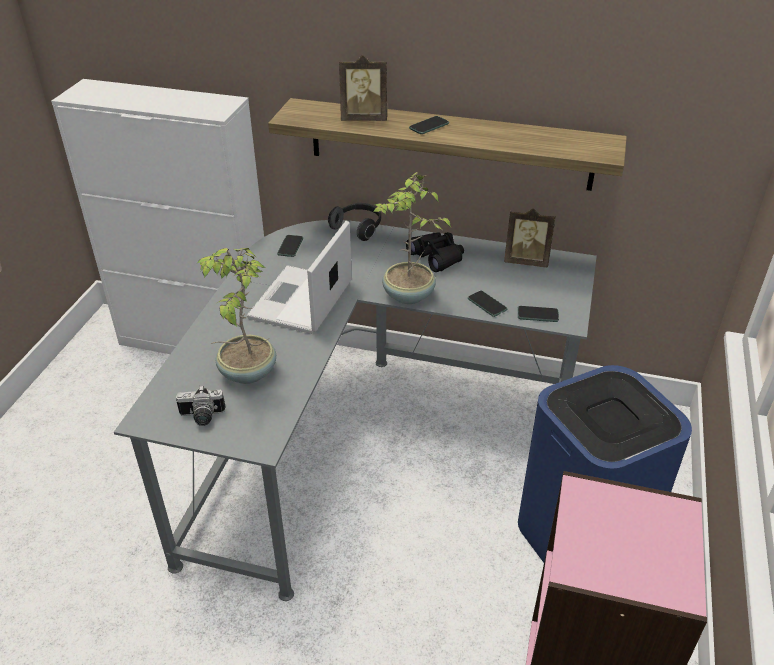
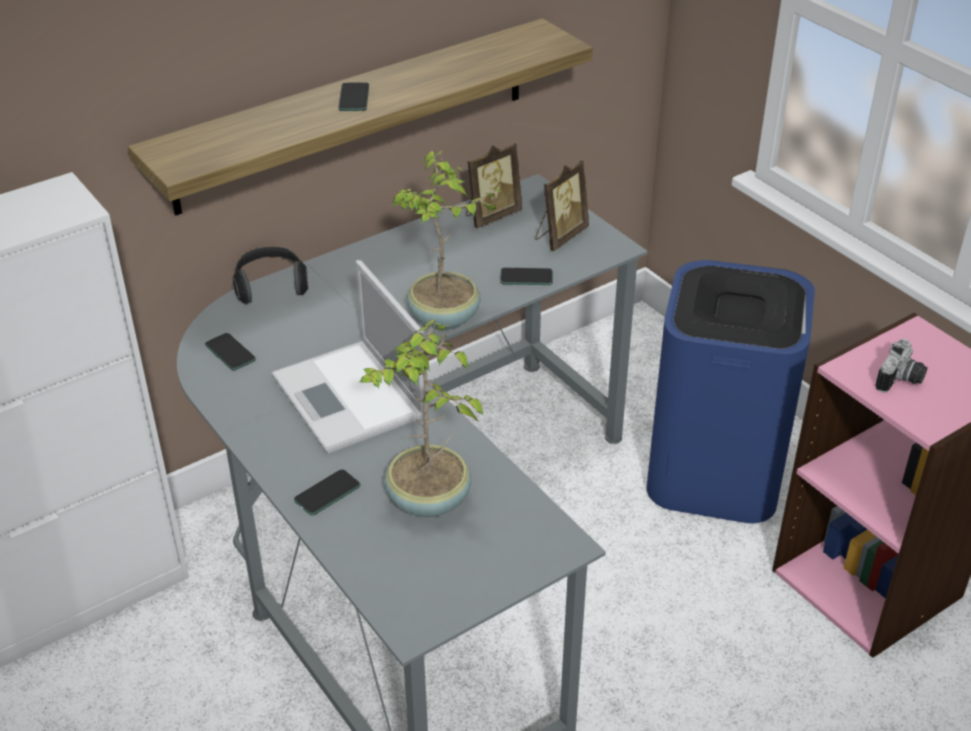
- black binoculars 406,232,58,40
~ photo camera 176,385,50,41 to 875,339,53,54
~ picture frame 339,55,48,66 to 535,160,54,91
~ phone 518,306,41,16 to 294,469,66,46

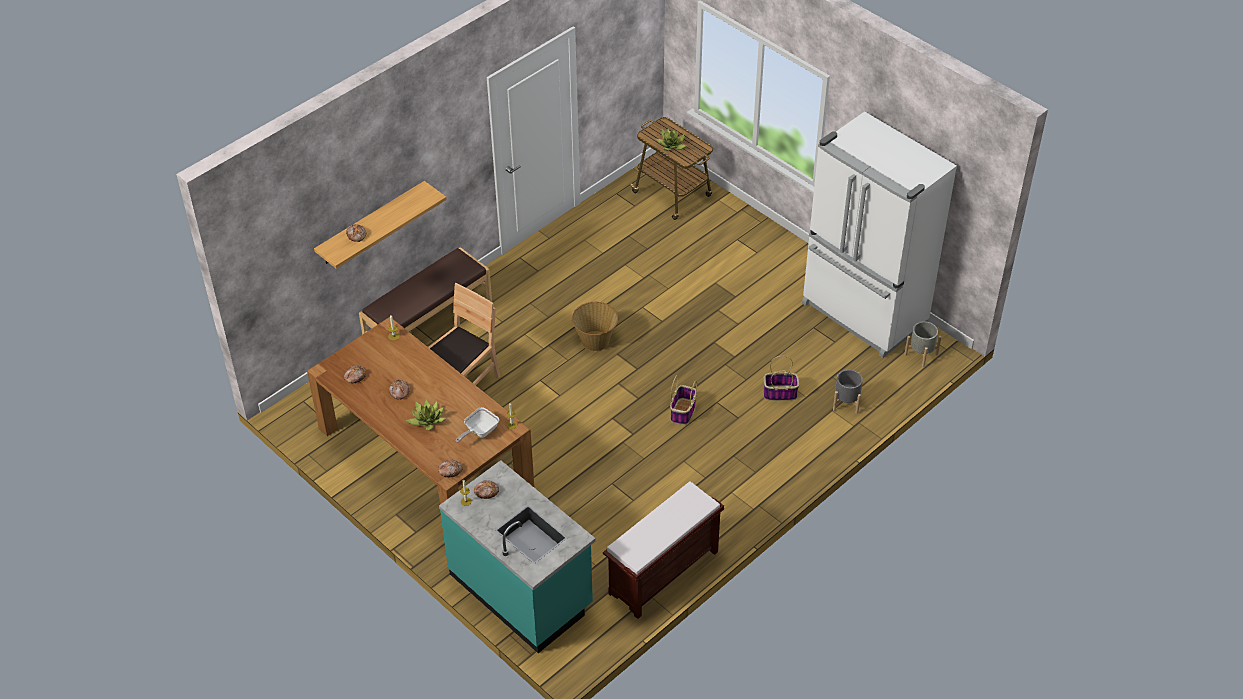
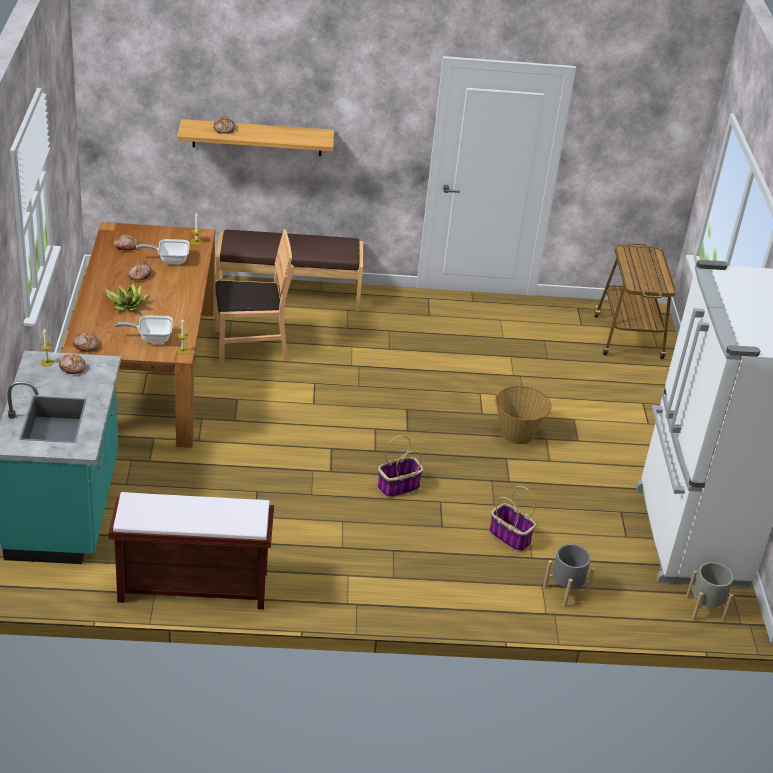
- potted plant 656,129,31,22
+ frying pan 136,239,54,26
~ basket 572,302,46,49 to 495,386,57,58

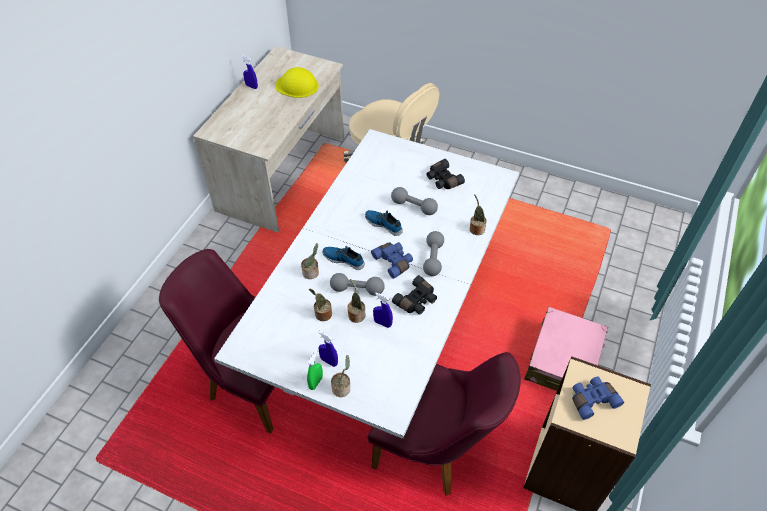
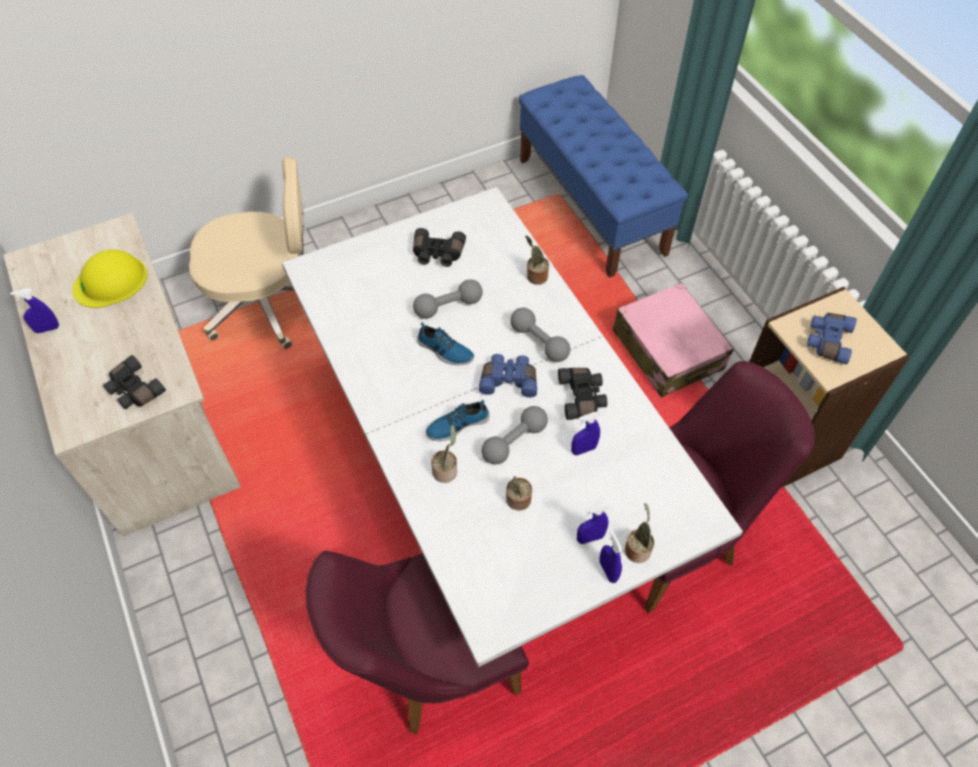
- potted plant 347,279,19,44
+ black binoculars 103,355,63,54
+ blue bench 518,75,170,203
~ green spray bottle 307,350,16,40 to blue spray bottle 599,530,24,53
~ shoe 365,210,38,26 = 417,322,57,43 135 degrees counterclockwise

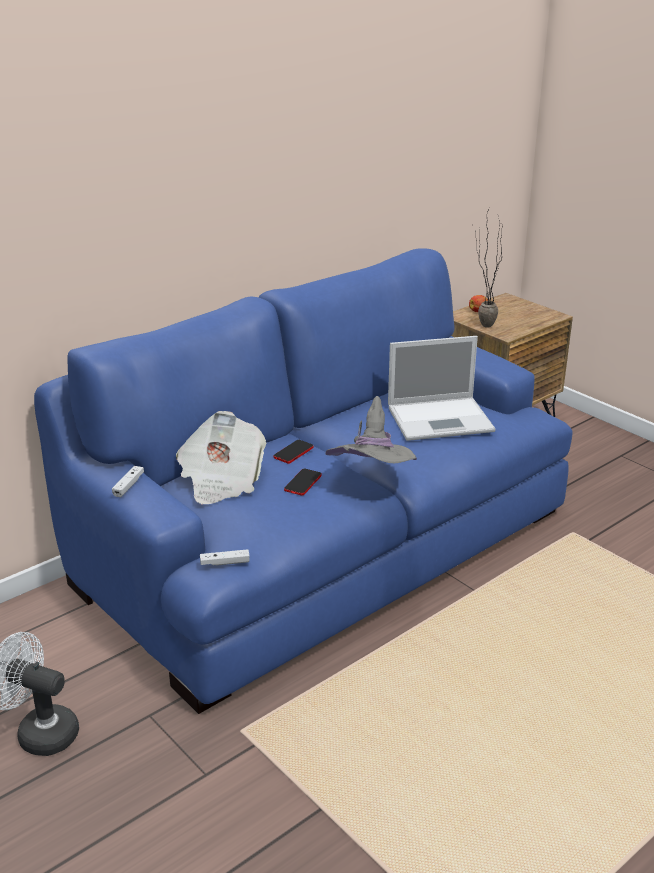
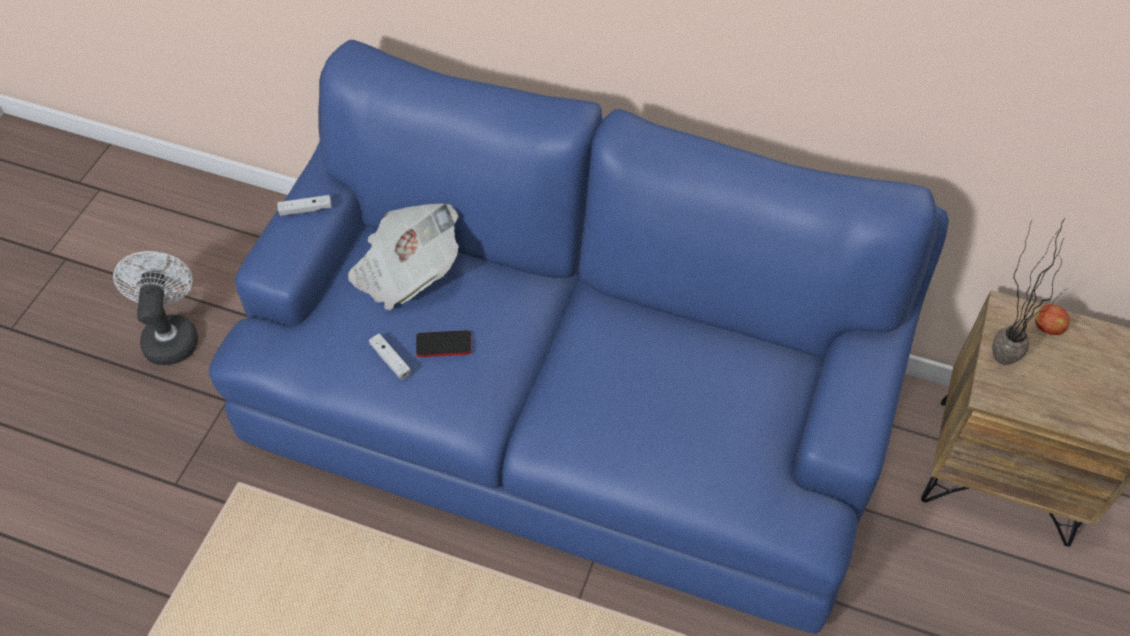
- phone 274,440,40,24
- grey hat 326,396,91,67
- laptop 388,336,108,105
~ white game controller 200,549,50,17 to 369,333,42,47

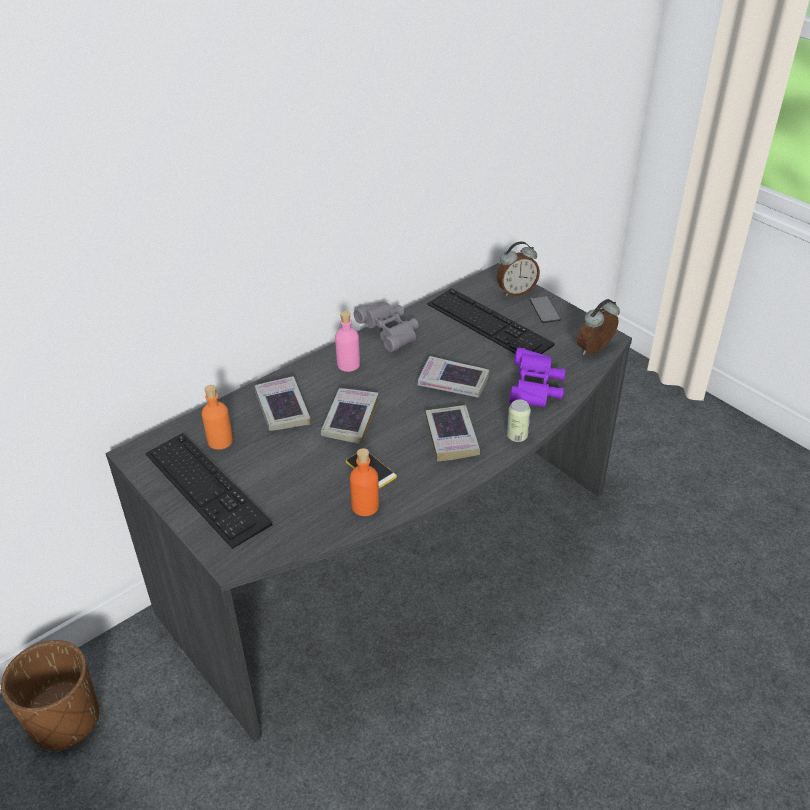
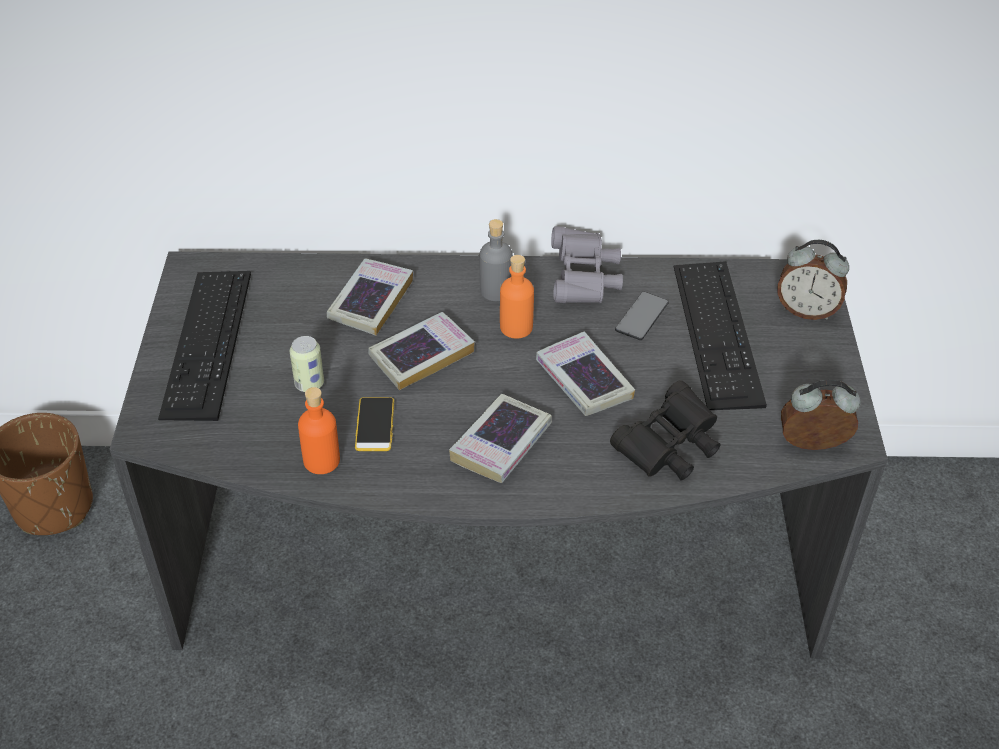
~ orange bottle 202,385,31,65 to 500,255,34,84
~ can 507,400,24,42 to 290,336,34,56
~ phone 530,296,31,27 to 615,292,54,48
~ pink bottle 335,311,25,61 to grey bottle 480,219,33,82
~ purple binoculars 509,348,57,59 to black binoculars 610,380,111,101

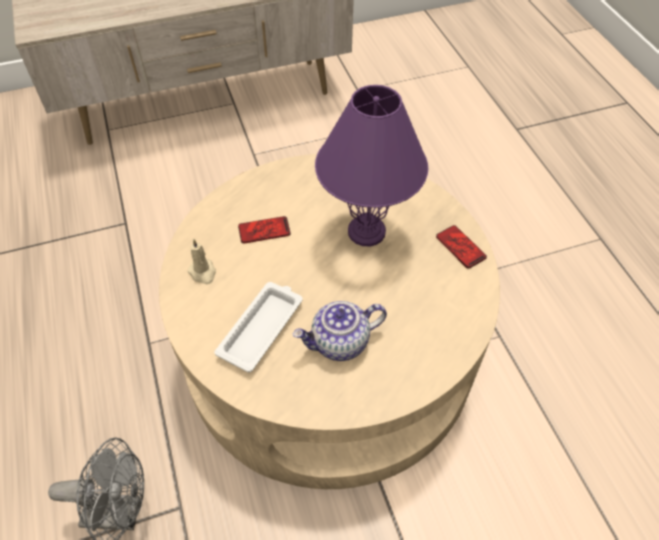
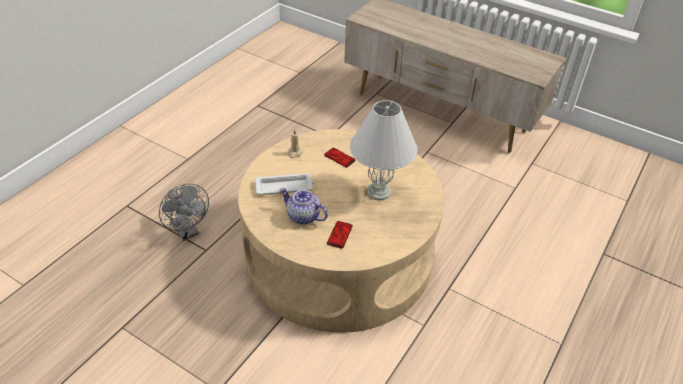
~ phone 436,225,51,44 to 327,221,26,28
~ purple table lamp 315,85,113,161 to white table lamp 350,100,67,101

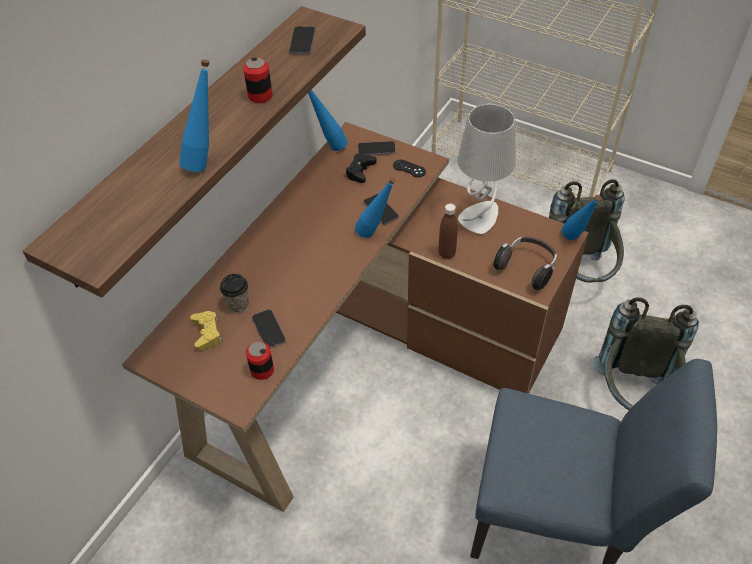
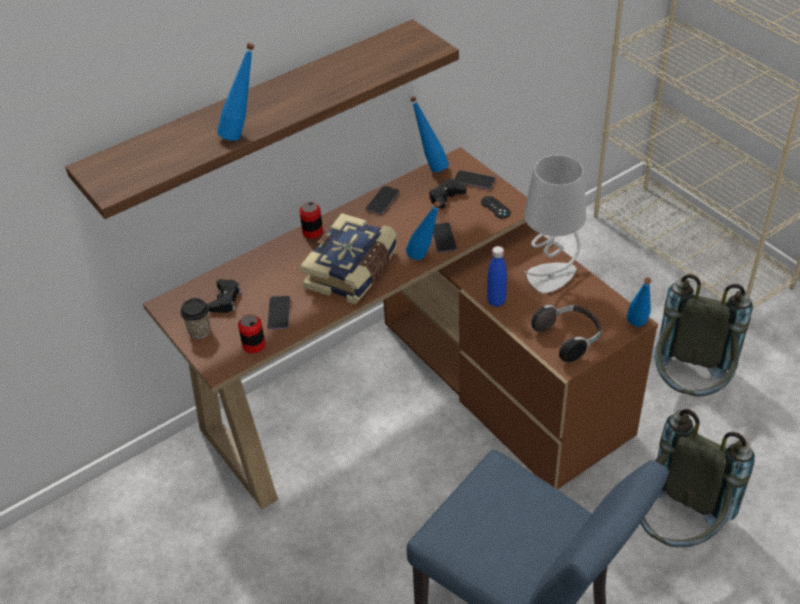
+ book 300,213,97,92
~ cup 220,274,29,39 to 180,298,30,41
~ can 243,57,30,46 to 299,202,24,37
~ phone 289,26,26,28 to 366,186,34,28
~ yellow game controller 190,311,32,40 to black game controller 208,279,33,34
~ brown bottle 438,203,20,56 to blue bottle 487,246,20,61

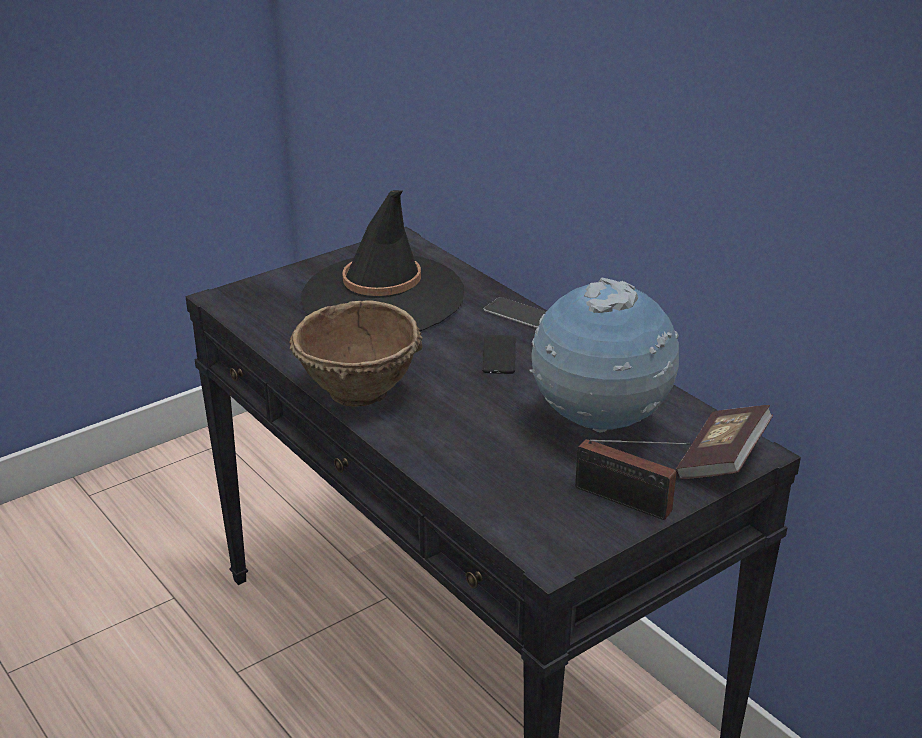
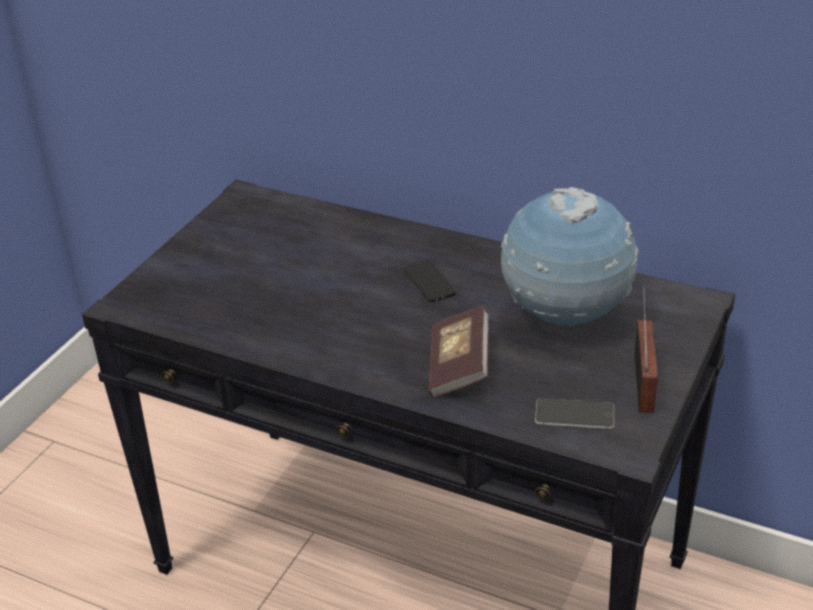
- brown bowl 289,300,134,106
- black hat 301,190,163,141
~ phone 483,297,63,31 to 535,398,79,31
~ book 675,405,98,74 to 428,306,61,91
~ radio 575,439,115,81 = 634,285,24,128 90 degrees counterclockwise

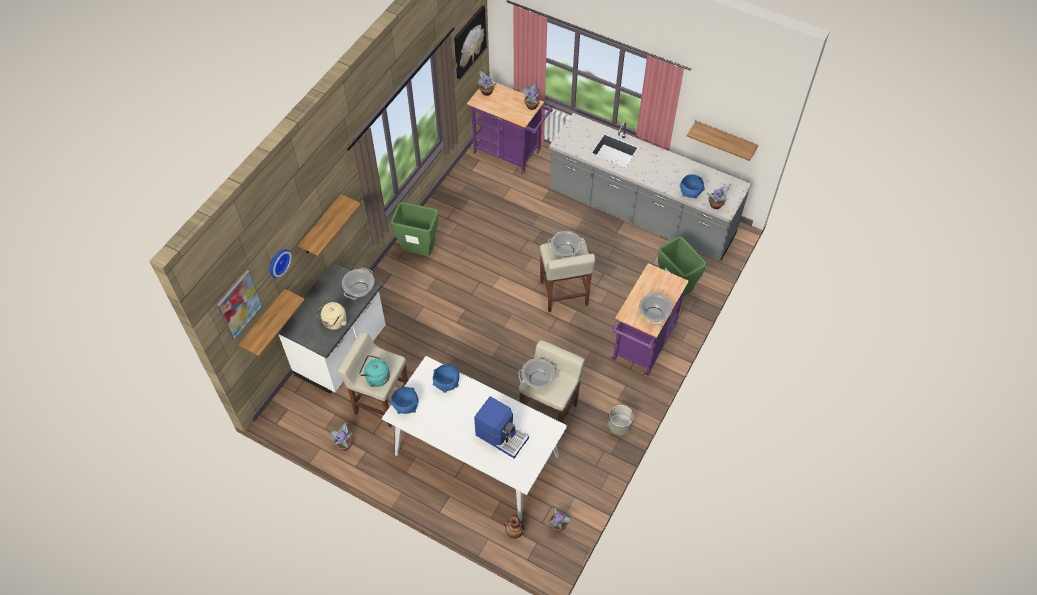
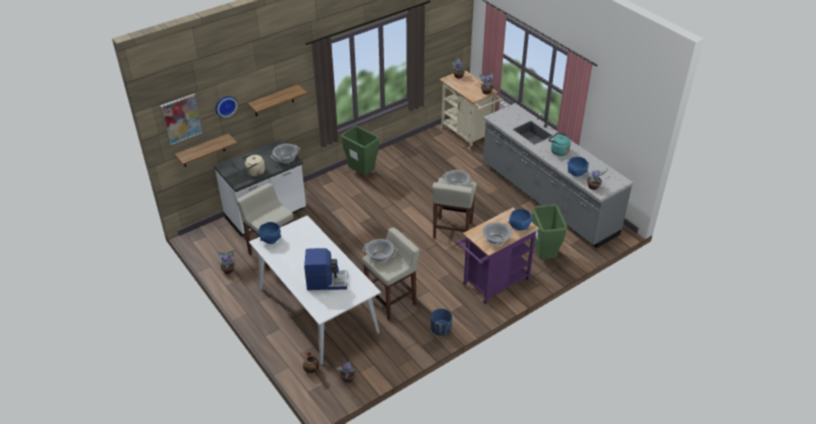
- picture 454,5,32,75
- shelf 687,121,71,40
~ turquoise kettle 359,355,31,32 to 549,132,22,24
~ blue bowl 433,364,27,29 to 508,209,25,22
~ purple cart 467,80,86,94 to beige cart 440,70,63,80
~ grey planter 608,405,26,30 to blue planter 431,309,21,27
~ coffee machine 474,396,55,63 = 304,248,43,42 60 degrees counterclockwise

